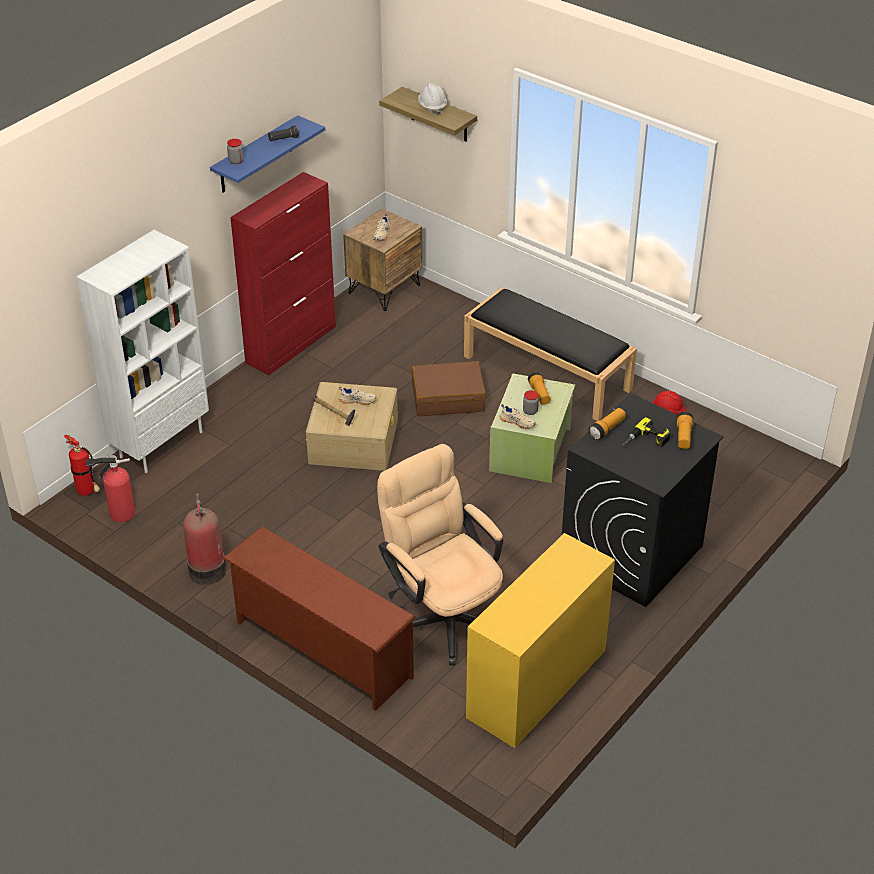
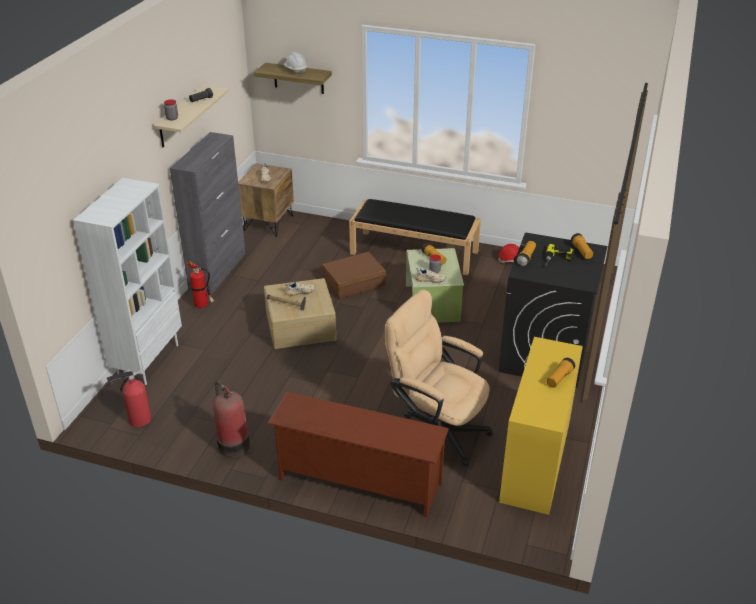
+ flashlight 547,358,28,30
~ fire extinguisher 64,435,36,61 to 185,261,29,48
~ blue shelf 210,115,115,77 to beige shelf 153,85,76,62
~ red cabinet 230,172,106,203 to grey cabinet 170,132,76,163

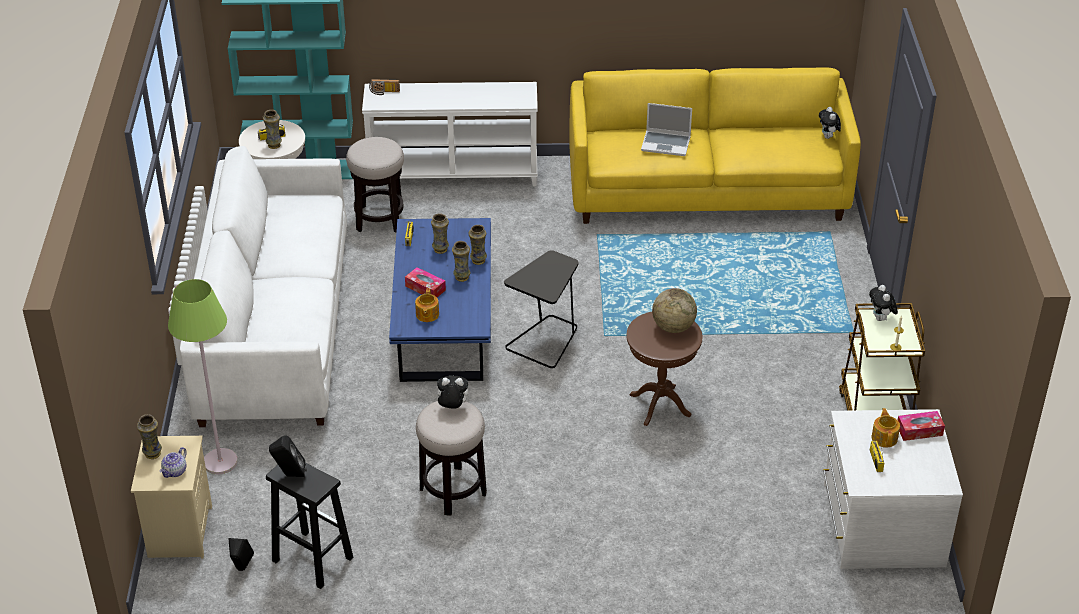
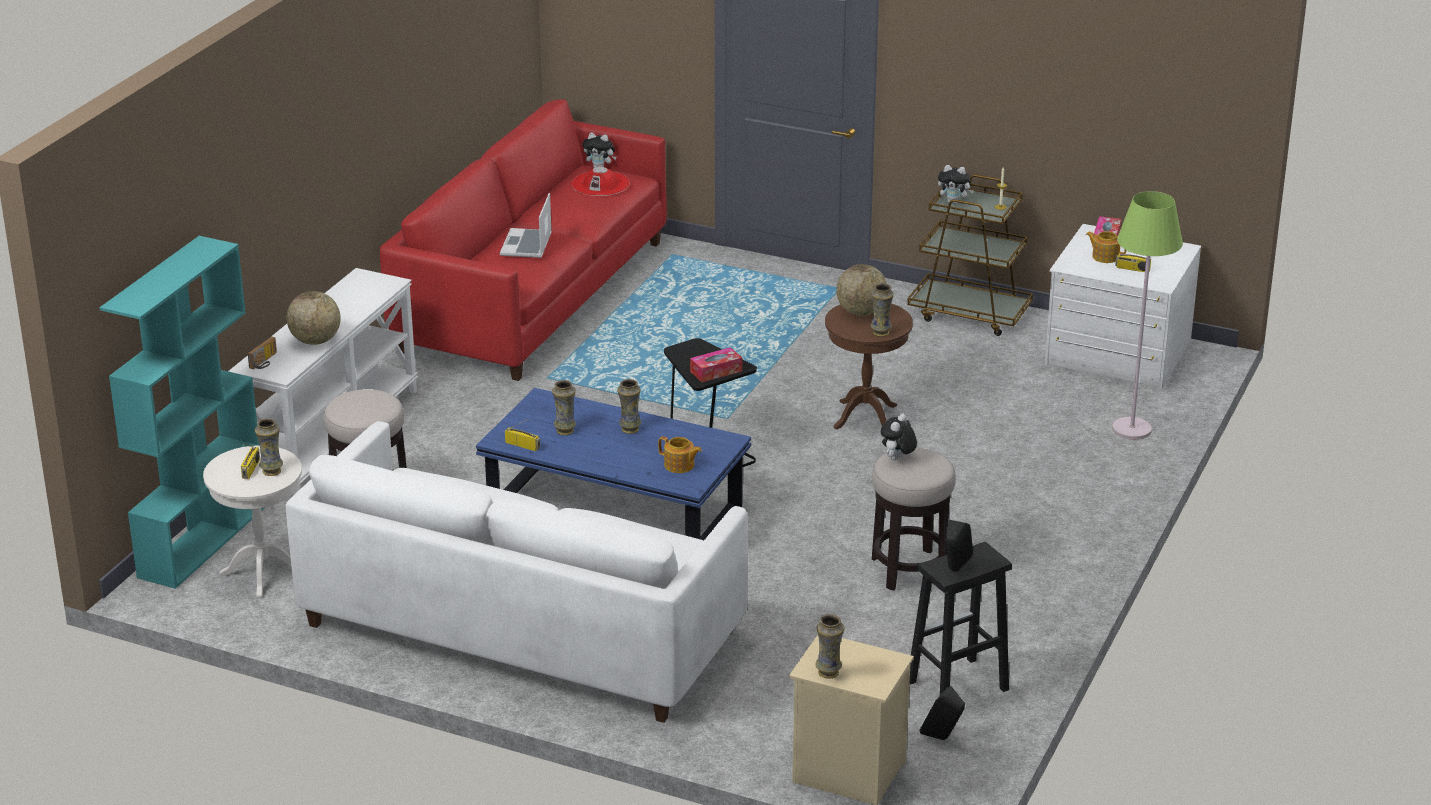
- teapot 160,447,27,31
+ globe 287,291,54,54
+ red hat 571,167,59,29
~ green floor lamp 168,279,70,195 to 1112,191,71,249
~ tissue box 405,267,41,30 to 690,347,52,35
~ vase 468,225,19,40 to 870,283,24,54
~ yellow sofa 569,67,292,157 to red sofa 380,99,287,282
~ laptop 641,103,51,53 = 500,193,52,65 150 degrees clockwise

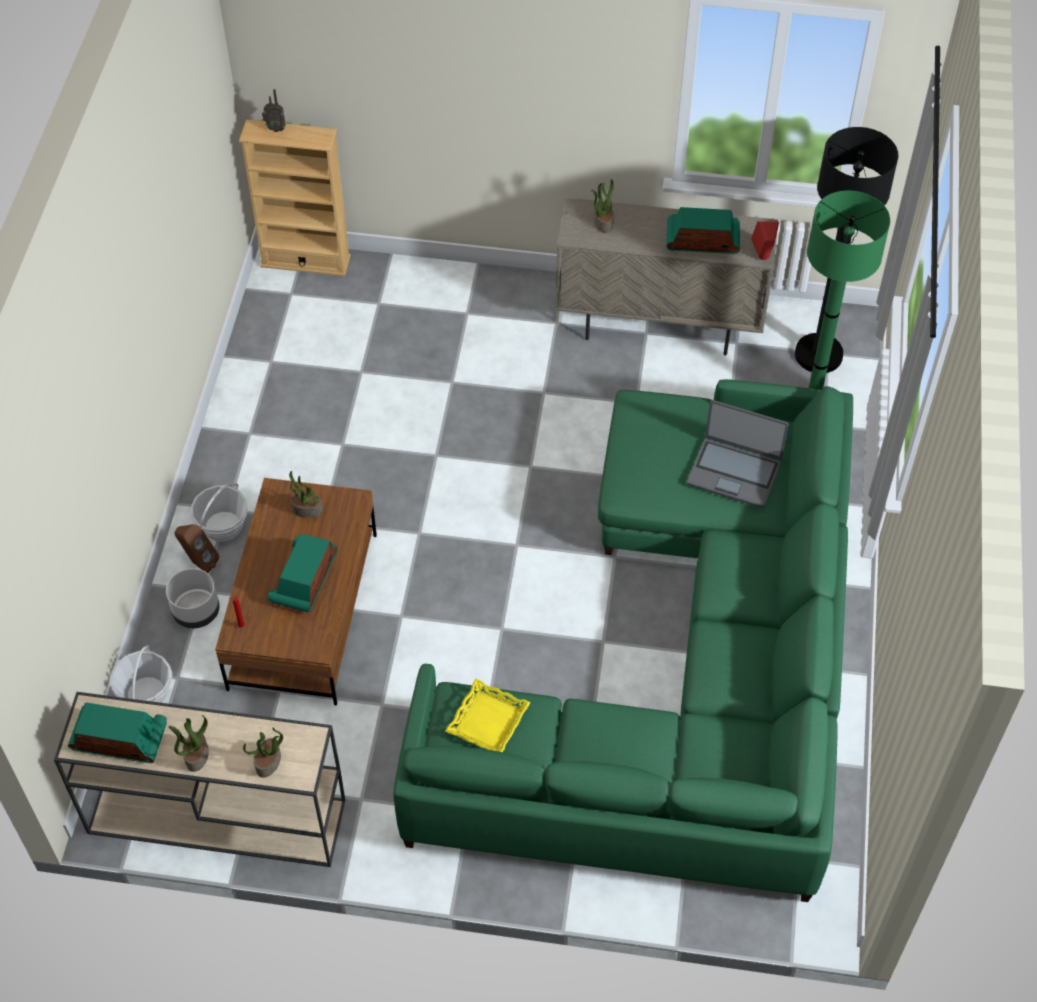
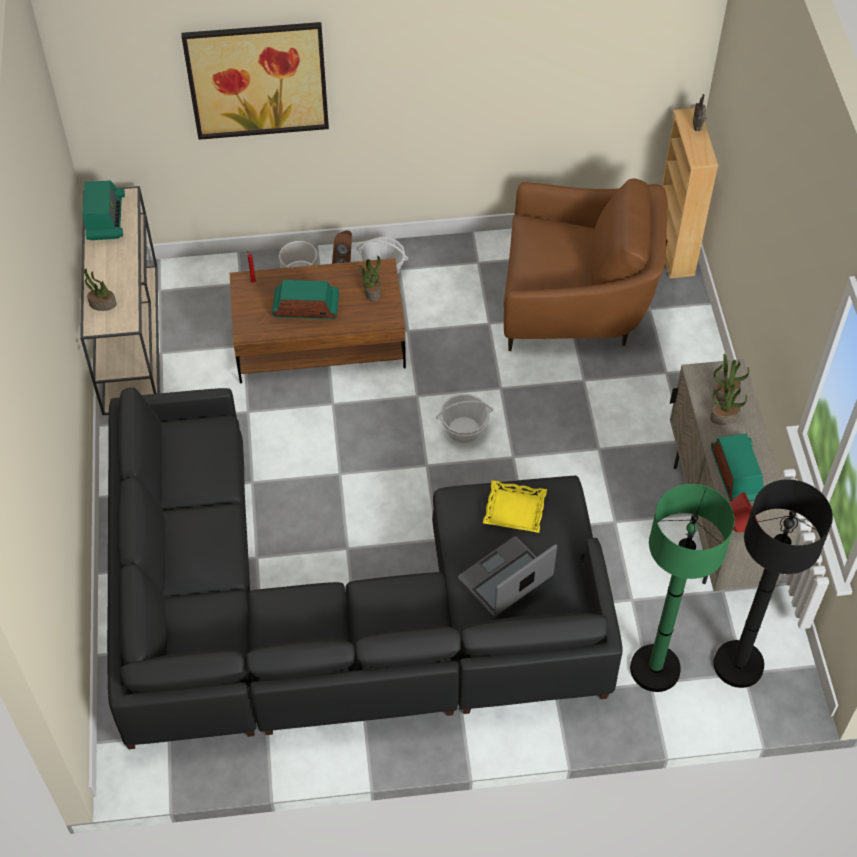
+ picture 181,22,148,118
+ brown armchair 504,178,163,173
~ basket 111,645,61,58 to 436,394,57,49
~ potted plant 169,715,40,57 to 710,376,37,49
~ yellow tray 445,679,86,73 to 483,480,64,53
~ green sofa 393,379,460,523 to black sofa 107,387,516,362
~ laptop 687,400,102,108 = 458,536,99,81 45 degrees clockwise

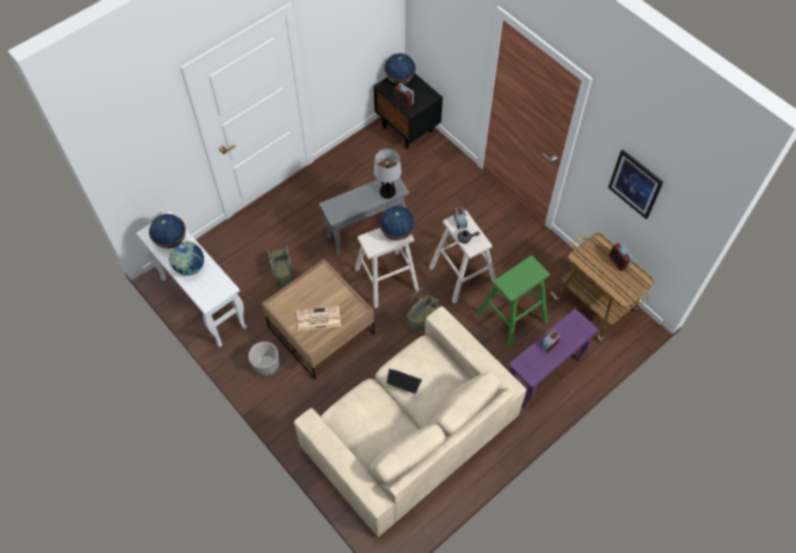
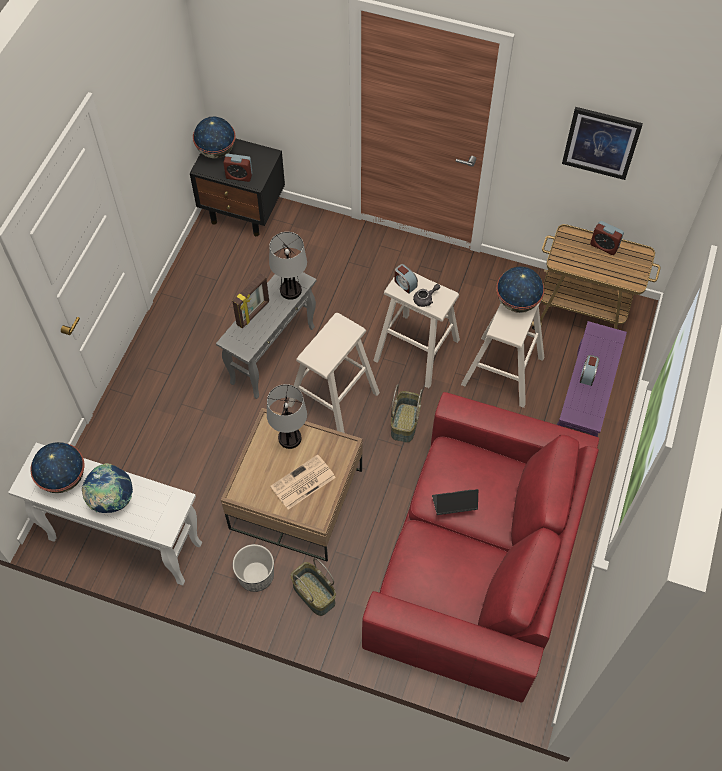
+ picture frame 232,273,37,55
+ table lamp 267,384,40,65
~ basket 268,246,24,41 to 291,558,45,58
~ globe 379,206,36,35 to 496,267,48,46
~ beige sofa 294,306,233,231 to red sofa 362,392,237,311
~ green stool 477,256,73,93 to beige stool 461,301,83,107

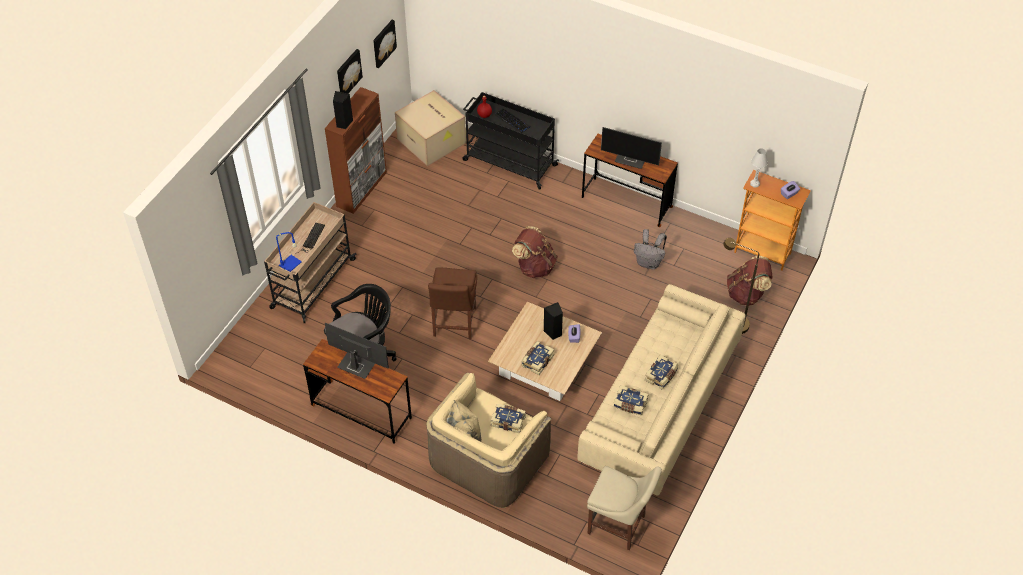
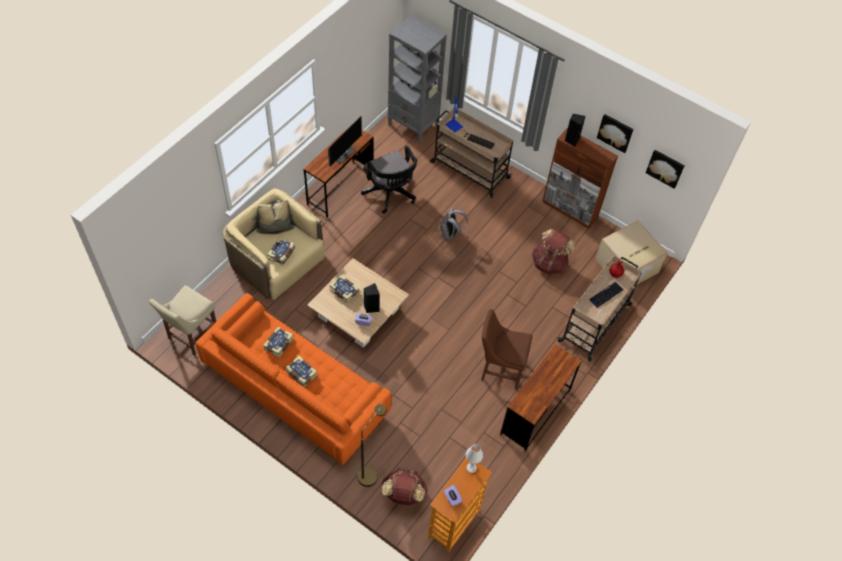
- monitor 601,127,61,42
+ grey bookcase 388,15,59,129
~ brown chair 428,267,49,72 to 481,309,51,80
~ brown backpack 512,226,46,53 to 532,229,43,46
~ grey backpack 634,229,33,40 to 440,207,28,33
~ black cart 463,92,96,98 to beige cart 558,255,84,106
~ beige sofa 577,284,169,212 to orange sofa 195,293,197,172

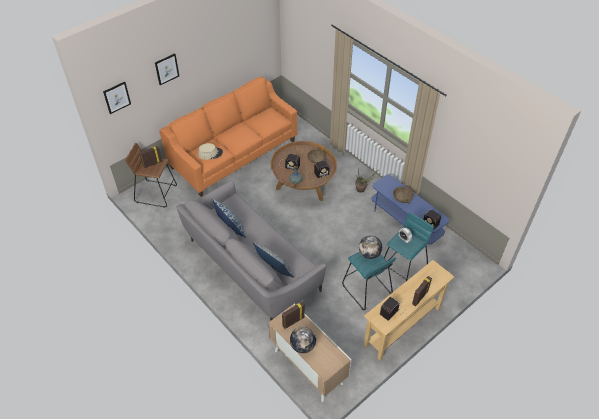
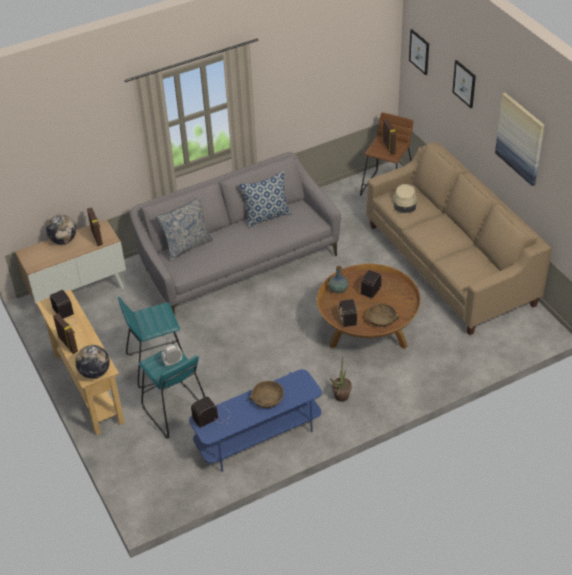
+ picture 495,93,49,93
~ globe 359,236,23,23 to 75,345,35,34
~ orange sofa 159,77,138,120 to beige sofa 366,142,186,193

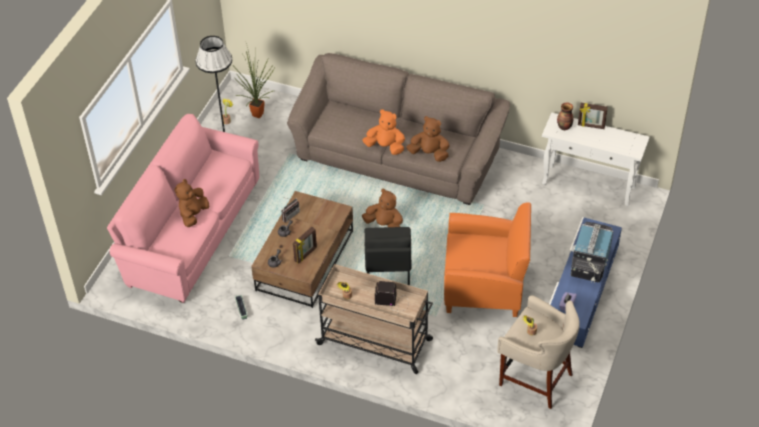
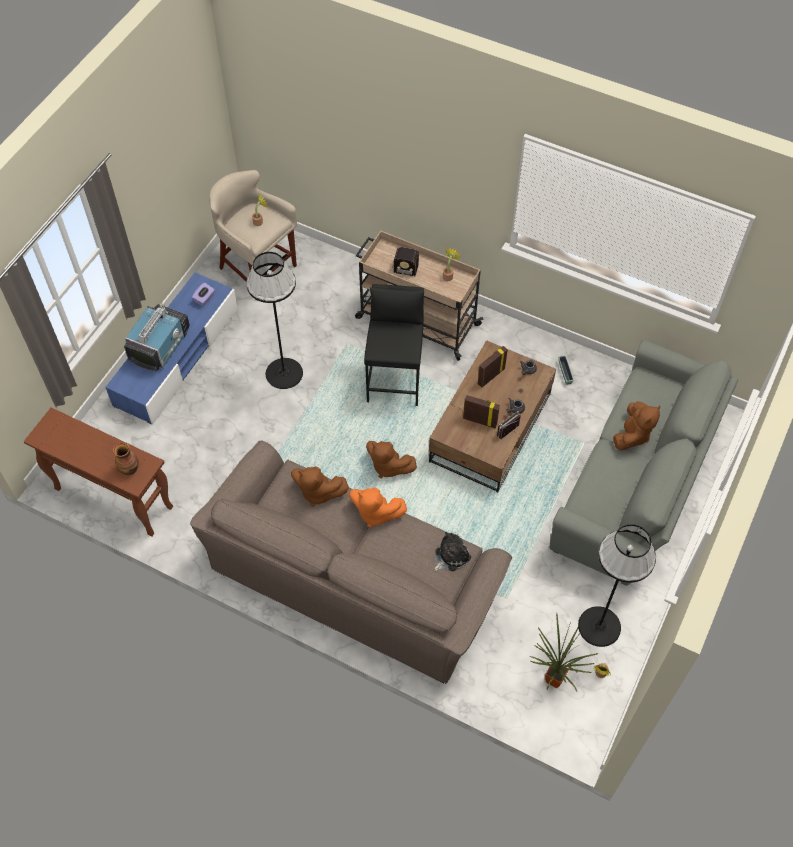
+ plush toy 434,532,37,39
~ picture frame 578,103,30,26 to 463,395,37,33
~ orange armchair 444,202,87,115 to black floor lamp 246,252,57,137
~ pink sofa 107,114,152,189 to grey sofa 550,339,188,247
~ white console table 542,113,107,93 to brown console table 24,407,149,130

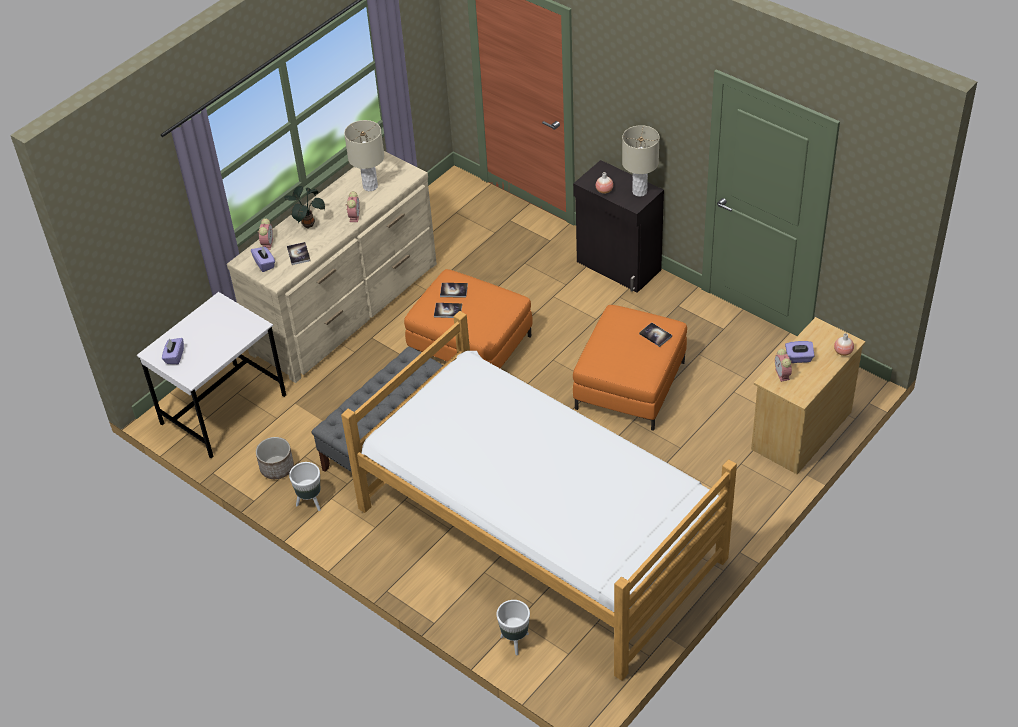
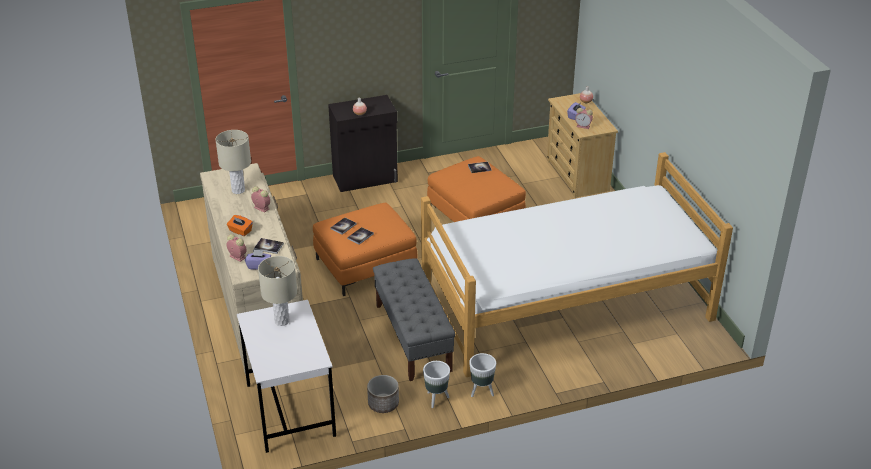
- purple tissue box 162,338,22,26
~ white planter 496,600,34,55 to 469,353,27,44
~ beige table lamp 622,125,38,72 to 258,256,39,70
~ potted plant 284,186,41,43 to orange tissue box 227,215,26,21

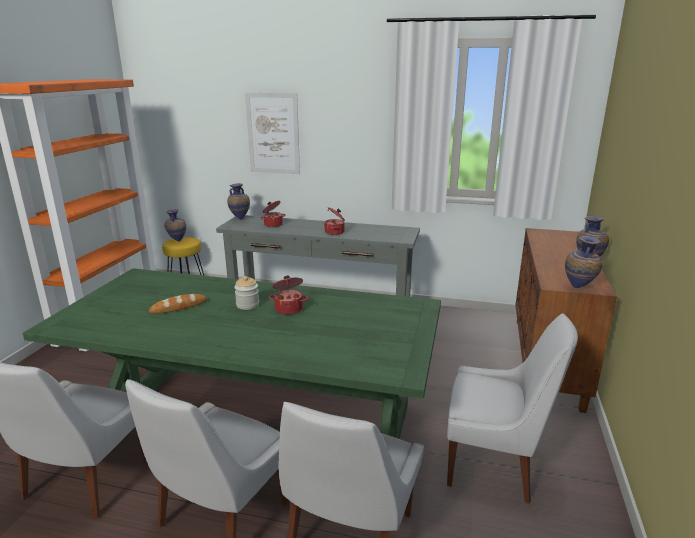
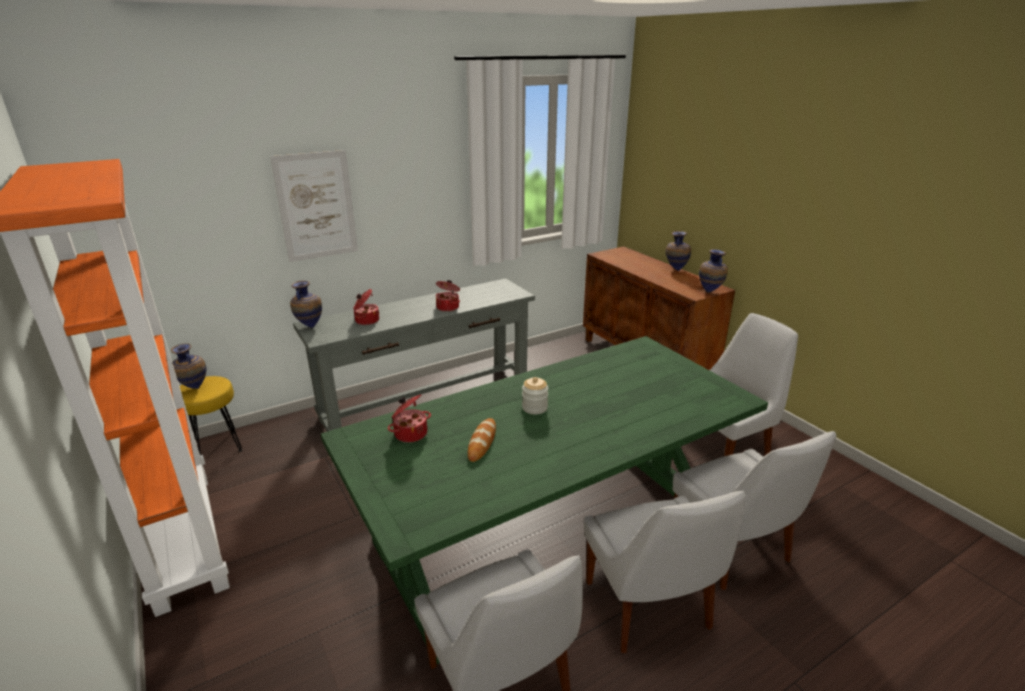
~ cooking pot 269,276,39,39 to 388,394,43,49

